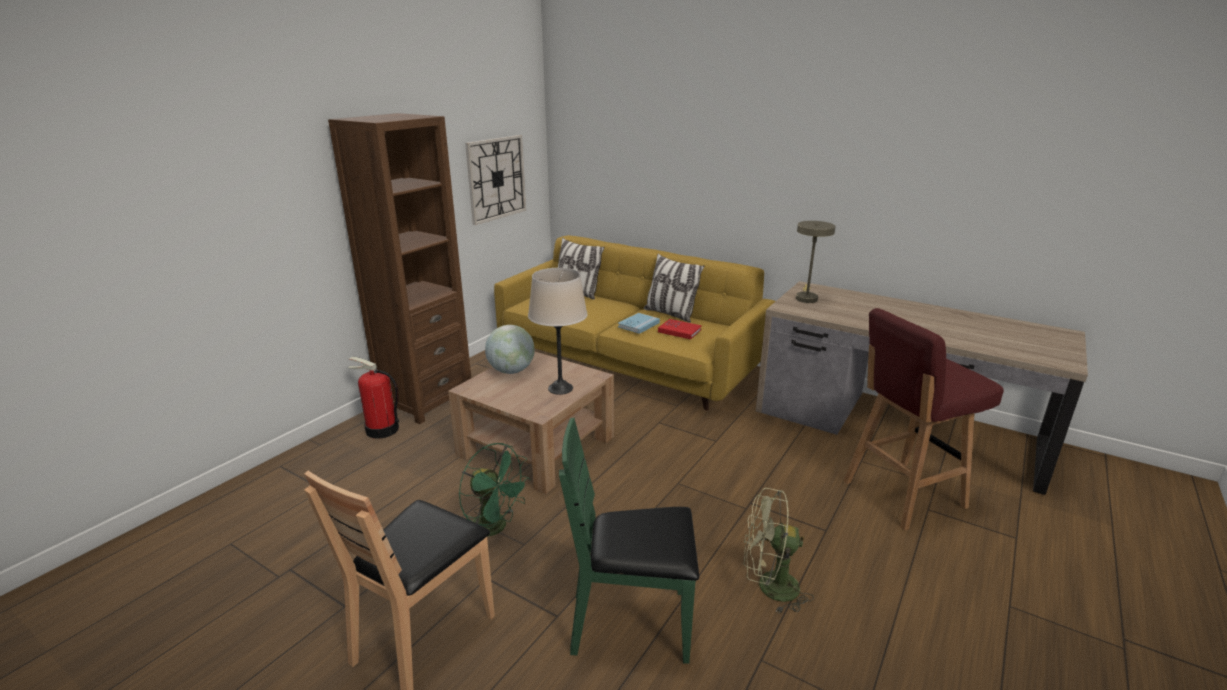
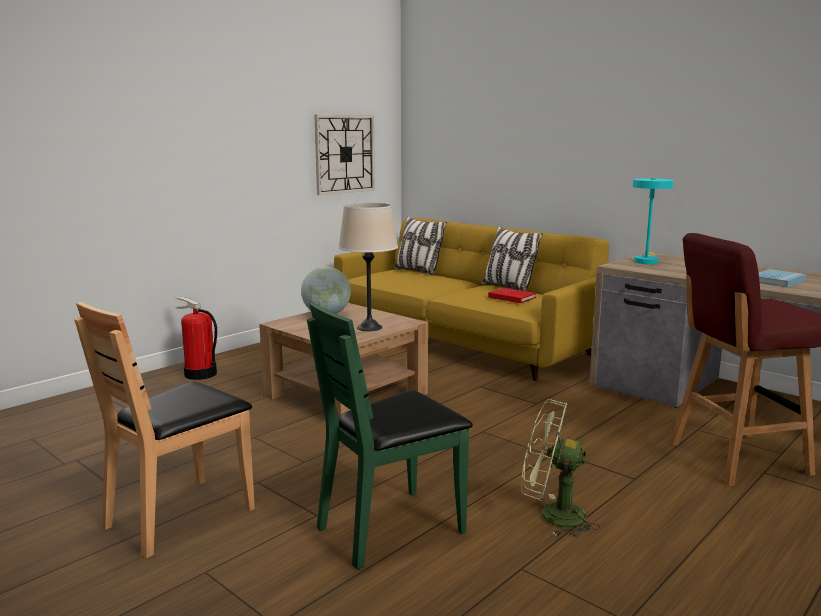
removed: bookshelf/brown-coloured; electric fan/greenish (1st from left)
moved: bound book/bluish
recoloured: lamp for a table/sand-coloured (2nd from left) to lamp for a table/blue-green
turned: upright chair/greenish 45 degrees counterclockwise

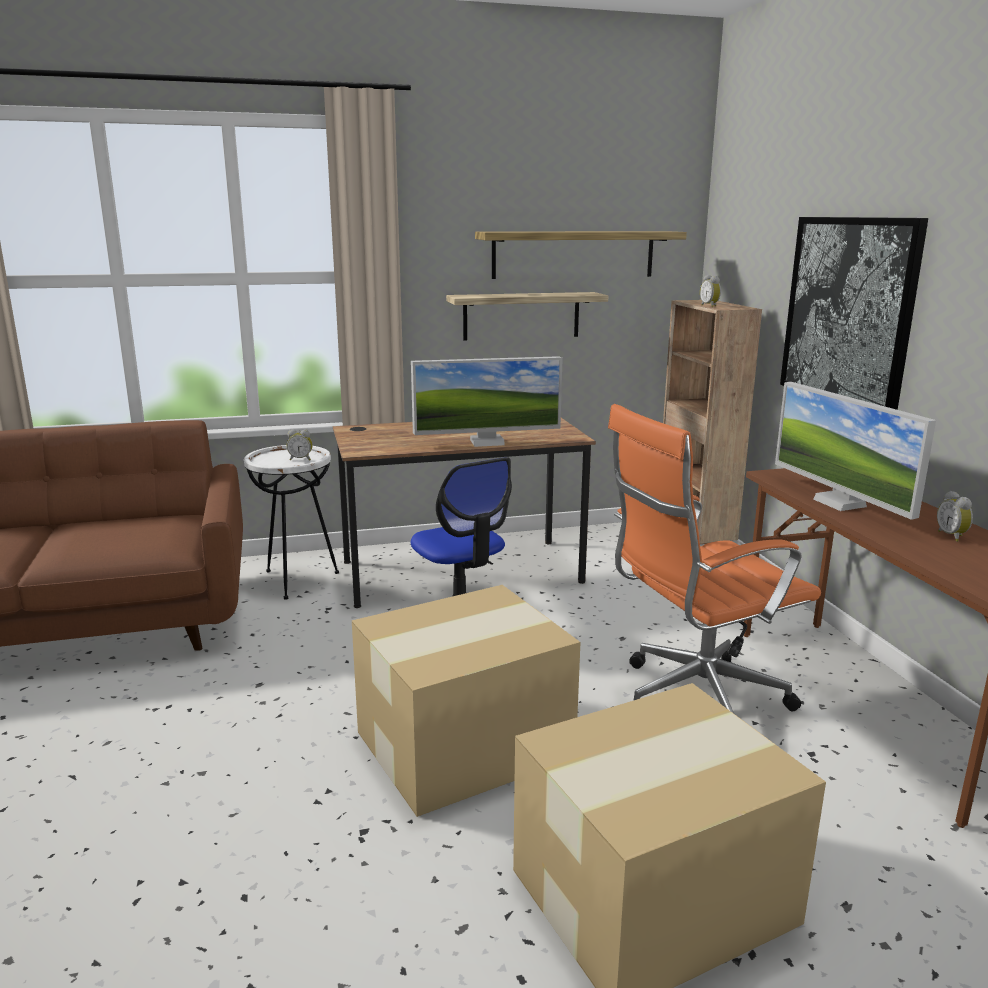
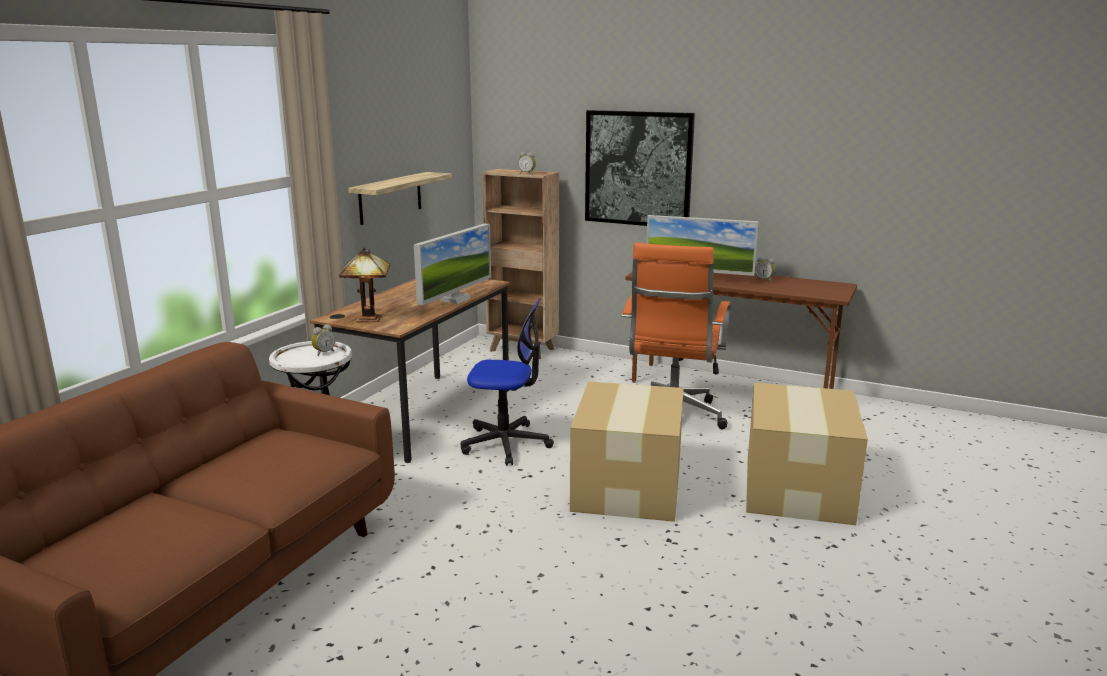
removed: shelf (2nd from left)
added: lamp for a table

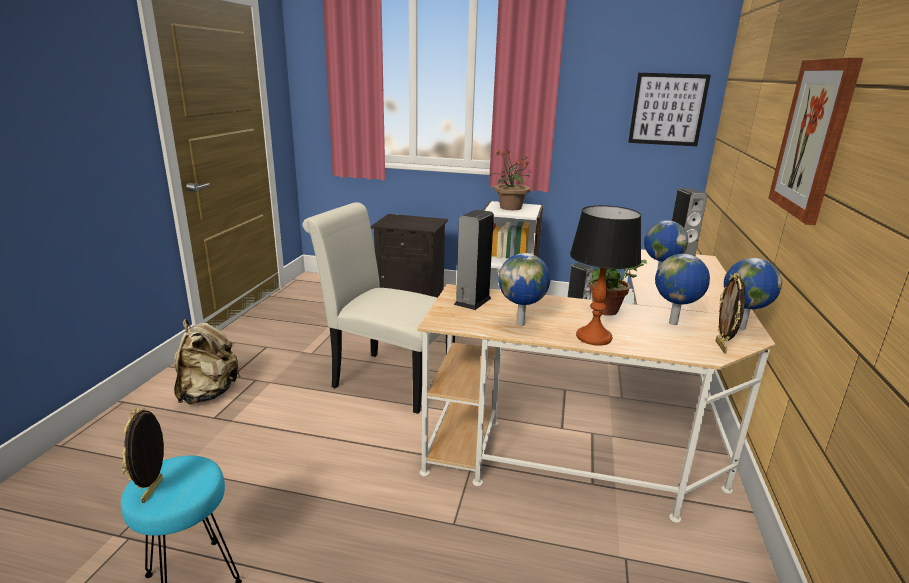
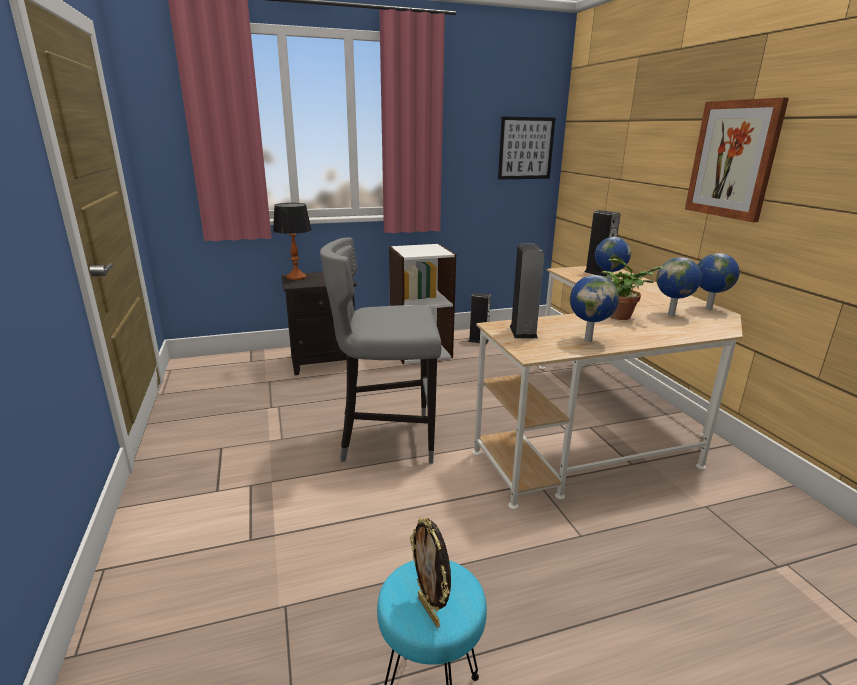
removed: rucksack/sand-coloured; plant in a pot (1st from left); picture frame (2nd from left)
moved: lamp for a table
replaced: upright chair/whitish to stool/greyish

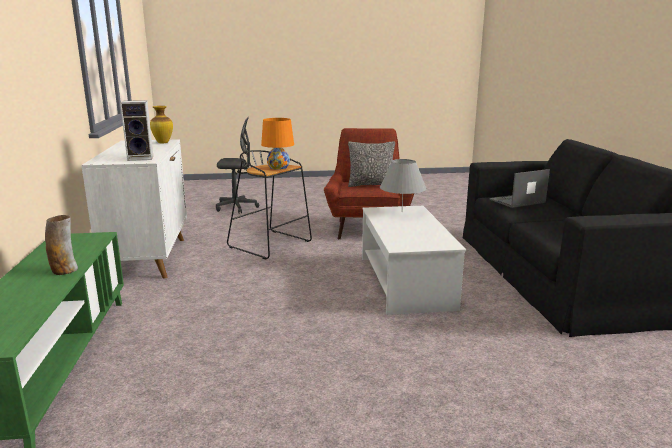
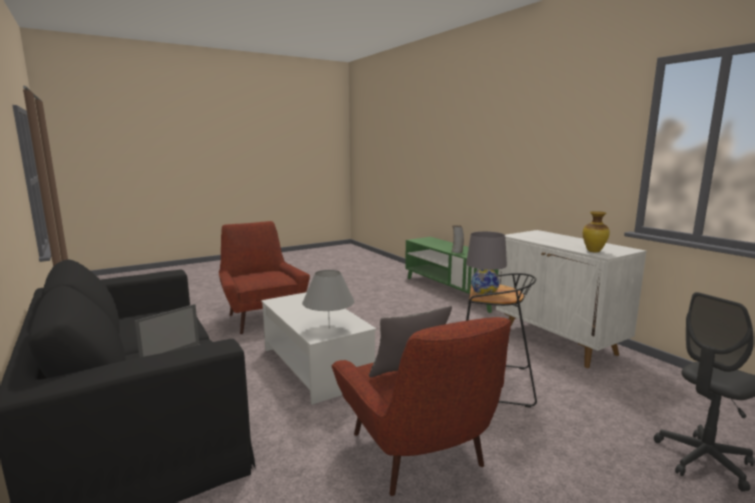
removed: audio speaker
added: easy chair/red-coloured (1st from left)
recoloured: lamp for a table/orange to lamp for a table/greyish (2nd from left)

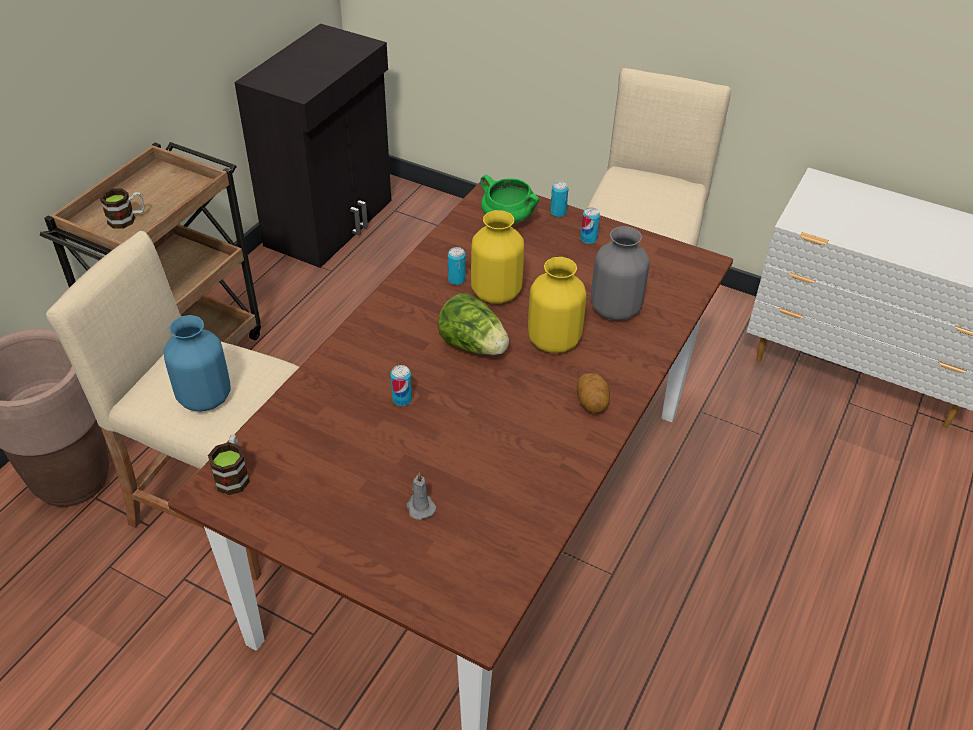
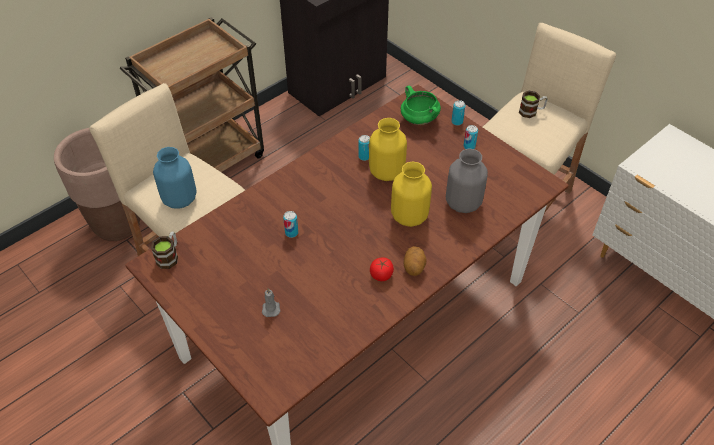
removed: lettuce
added: tomato
moved: tea mug (1st from left in the first image) to tea mug (2nd from left)

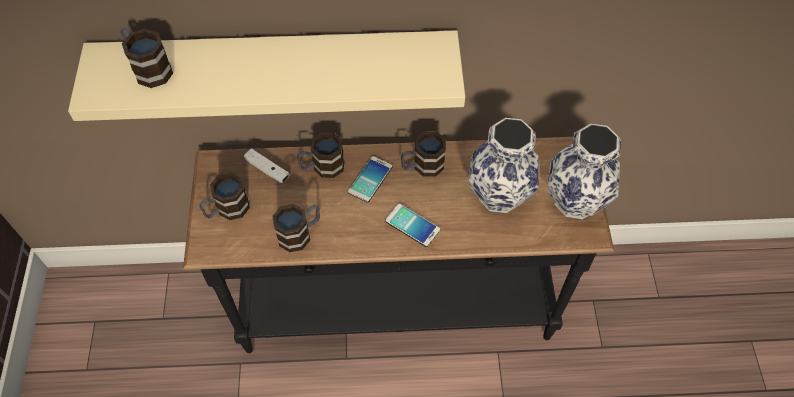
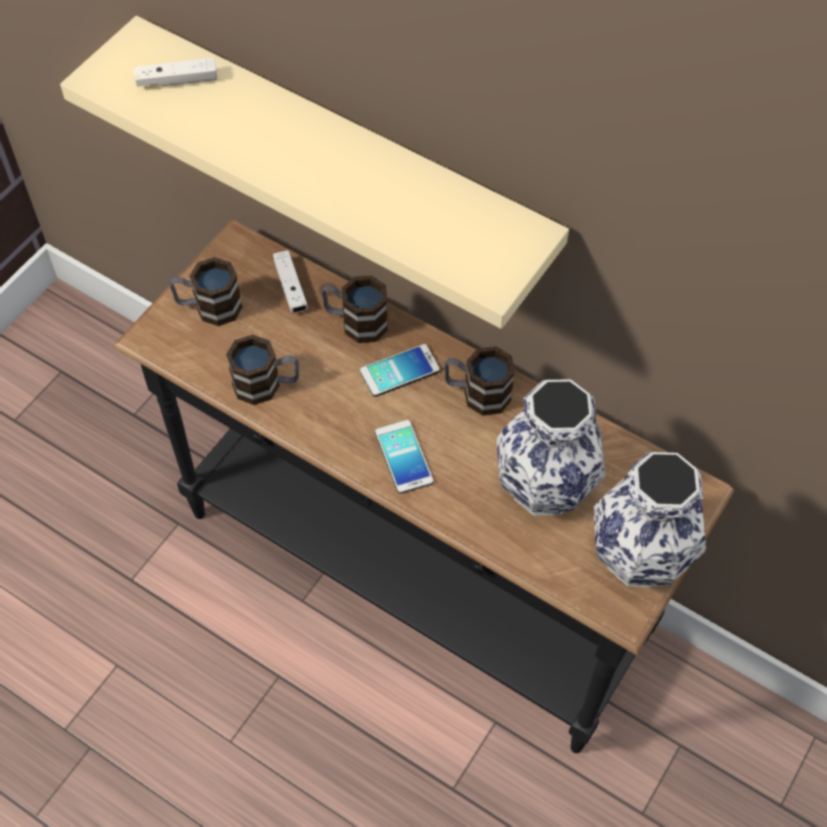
replaced: tea mug (1st from left) to game controller/whitish (1st from left)

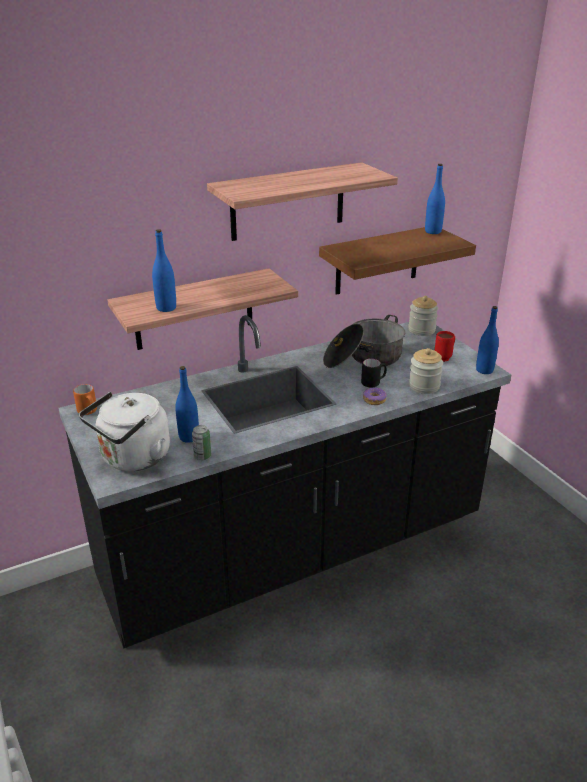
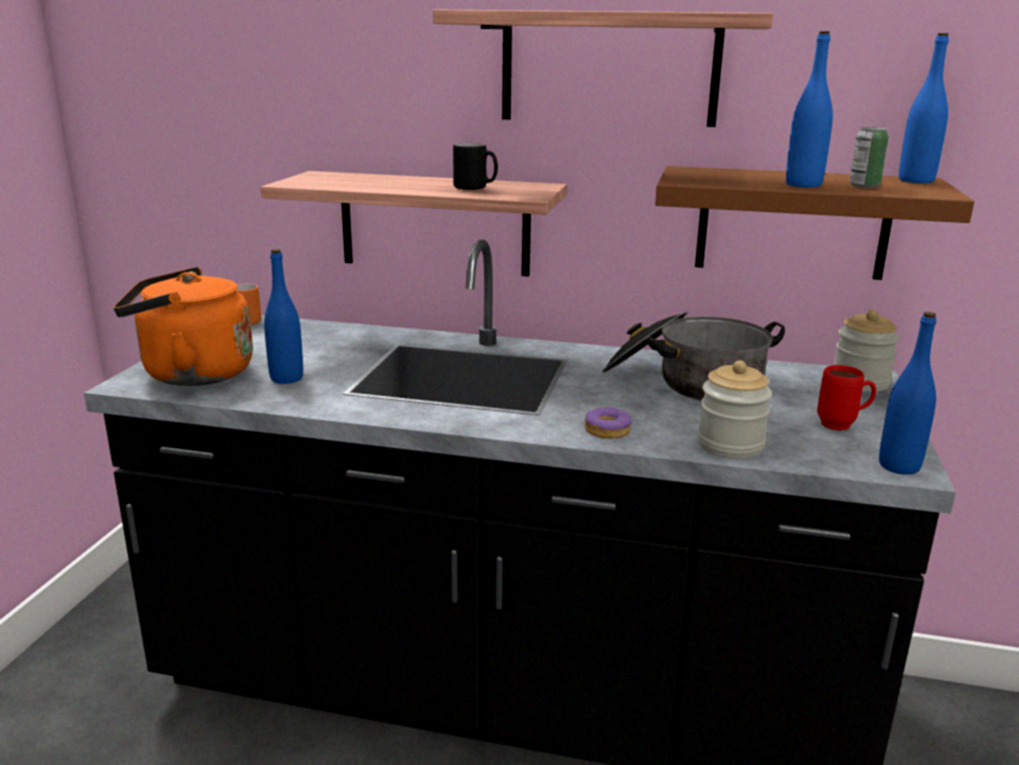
moved: tea mug/black-coloured; bottle/bluish (1st from left in the first image) to bottle/bluish (2nd from left); metal can
recoloured: tea kettle/whitish to tea kettle/orange

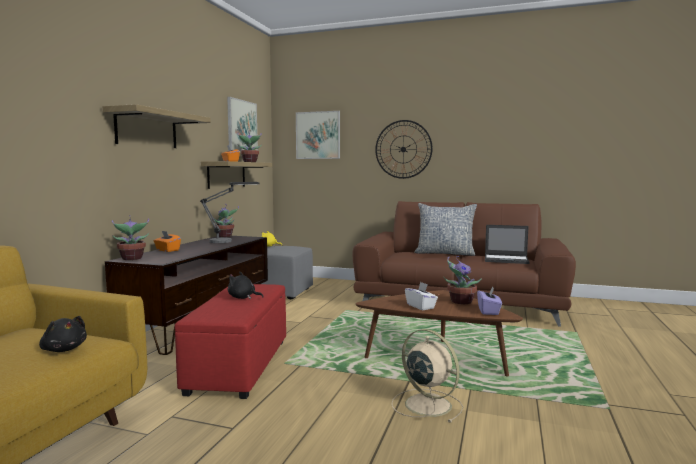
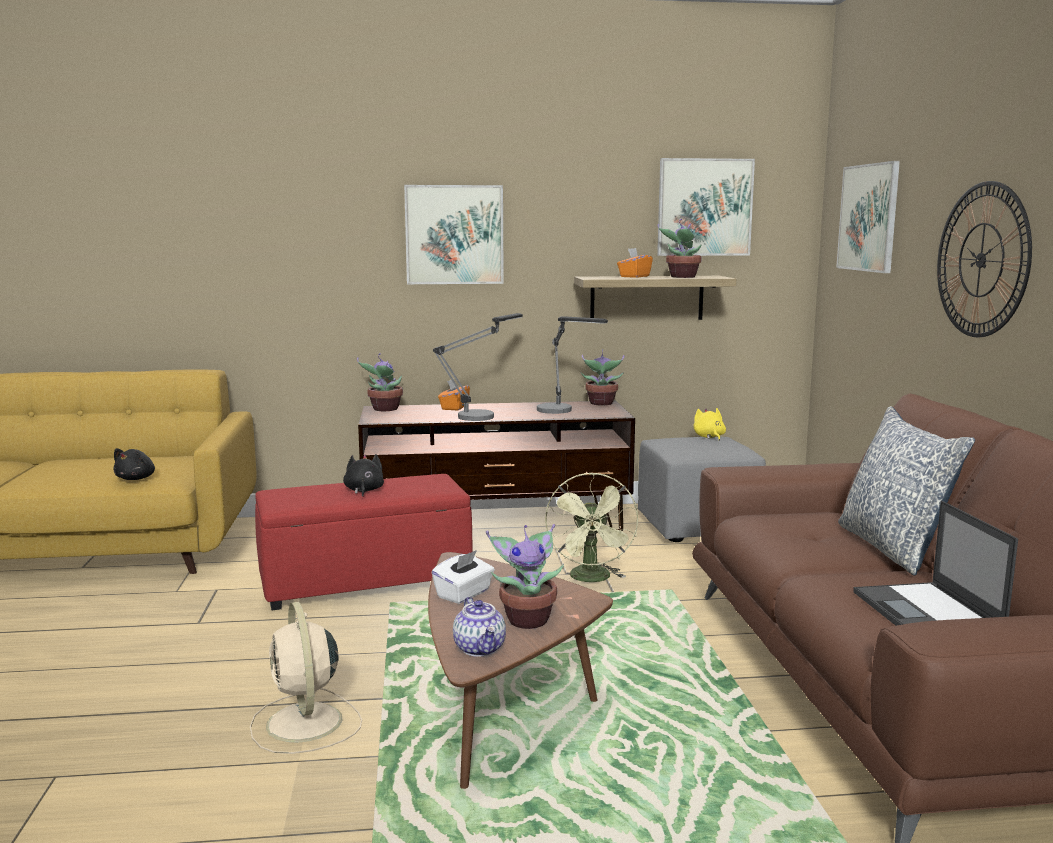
added: lamp for a table (1st from left); electric fan/greenish
replaced: shelf (1st from left) to picture (1st from left); tissue holder/purple-coloured to pot for tea
turned: electric fan/sand-coloured 135 degrees clockwise

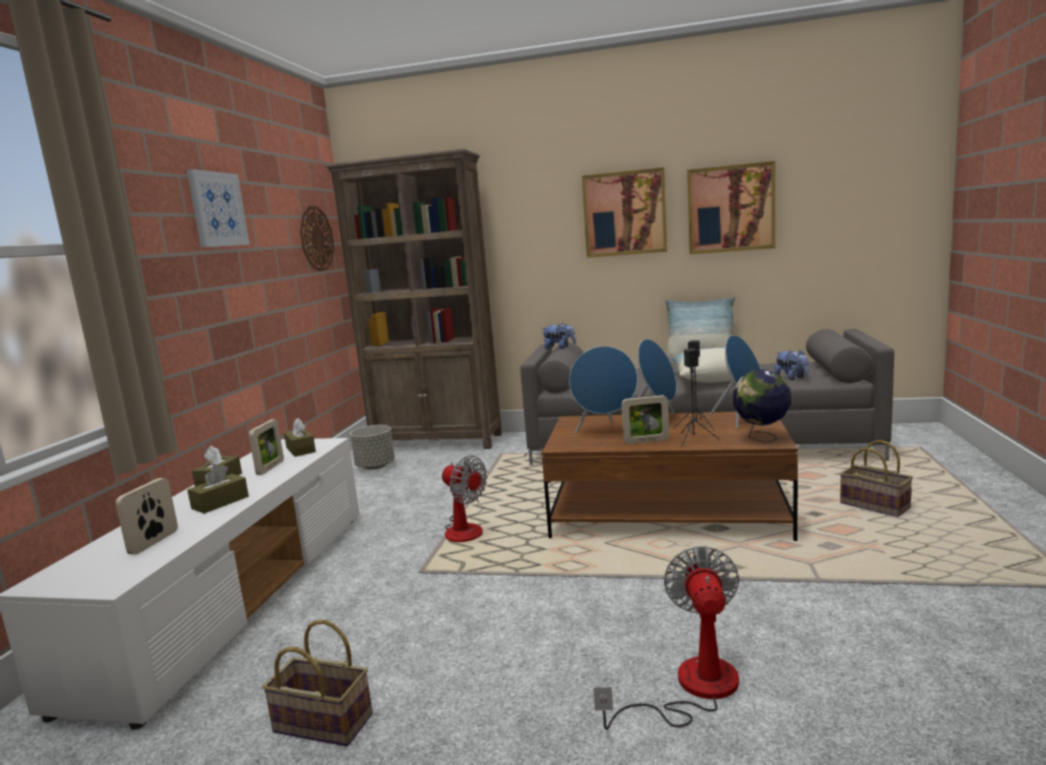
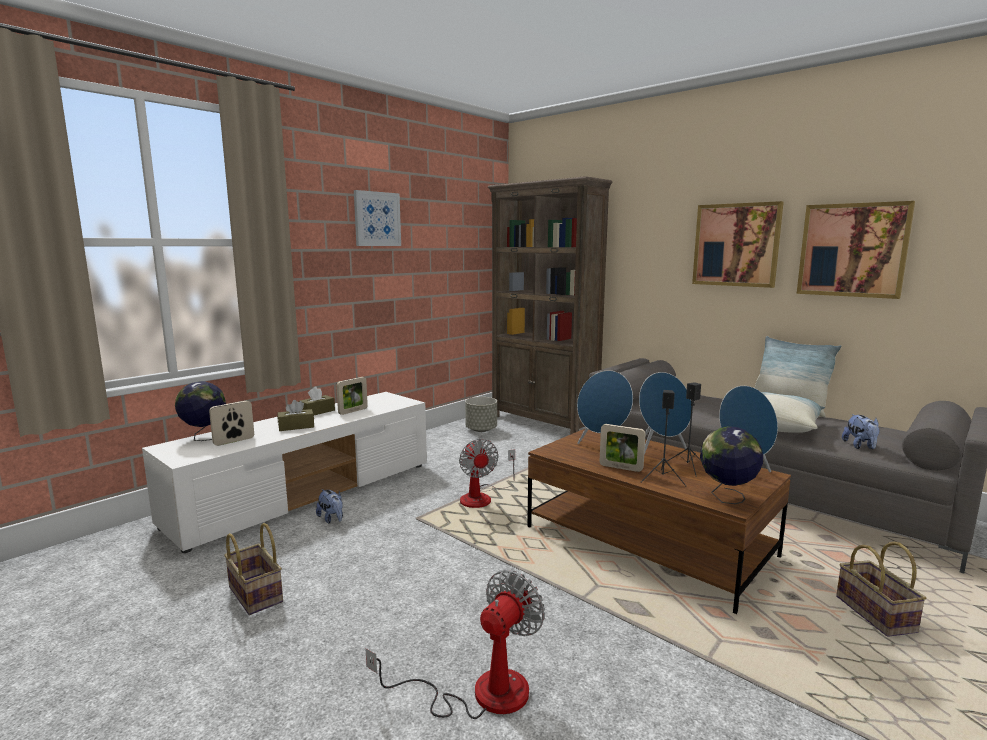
removed: tissue holder/brown-coloured (3rd from left); clock on the wall
added: world globe (1st from left)
moved: soft toy (1st from left)

